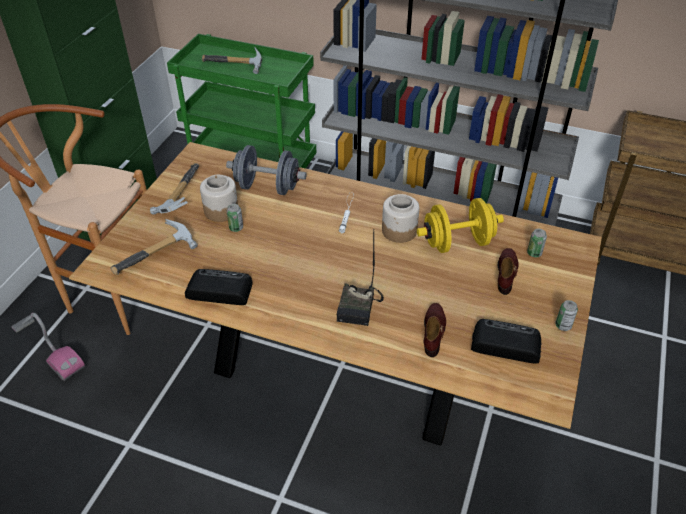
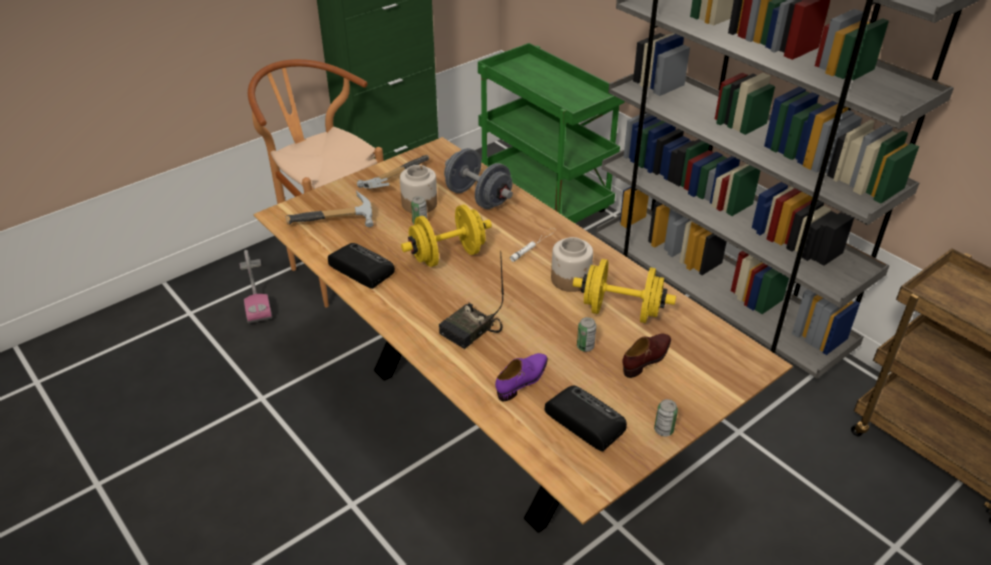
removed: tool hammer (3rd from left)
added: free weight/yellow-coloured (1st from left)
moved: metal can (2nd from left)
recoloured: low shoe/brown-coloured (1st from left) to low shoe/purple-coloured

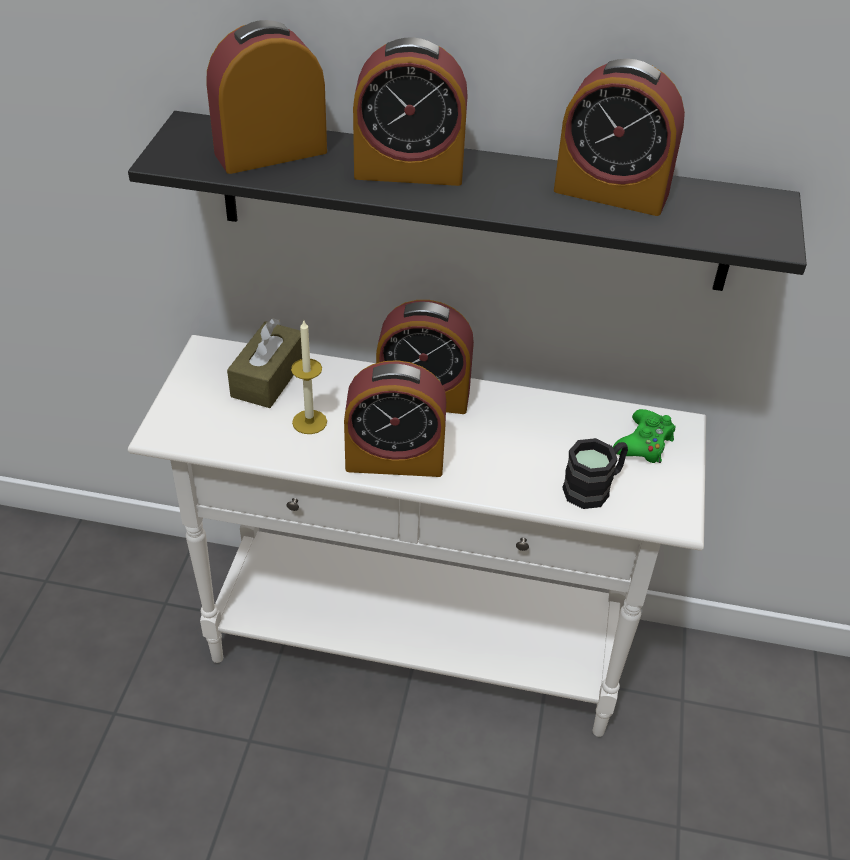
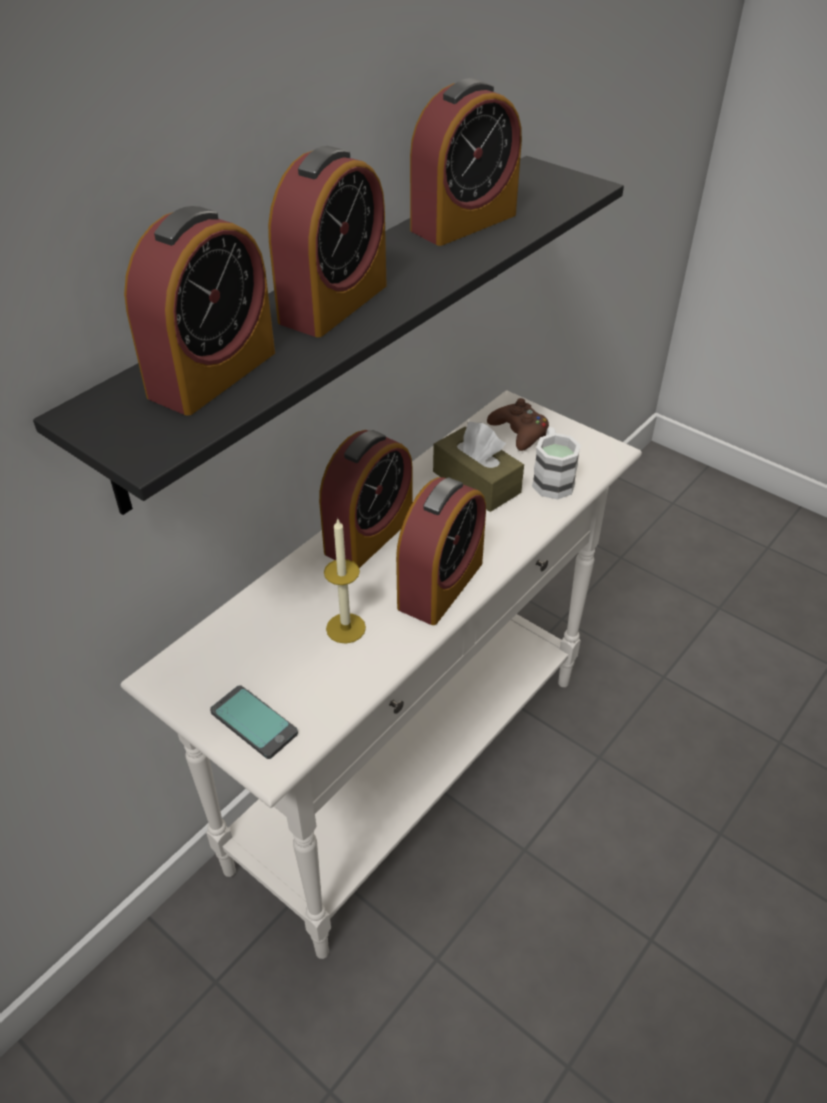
added: handset
moved: tissue holder/brown-coloured
recoloured: game controller/greenish to game controller/brown-coloured; tea mug/black-coloured to tea mug/whitish
turned: table clock (1st from left) 150 degrees counterclockwise

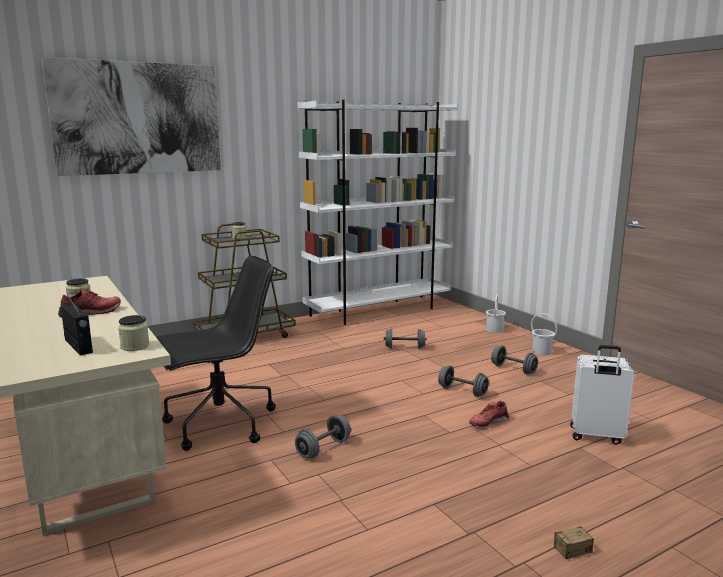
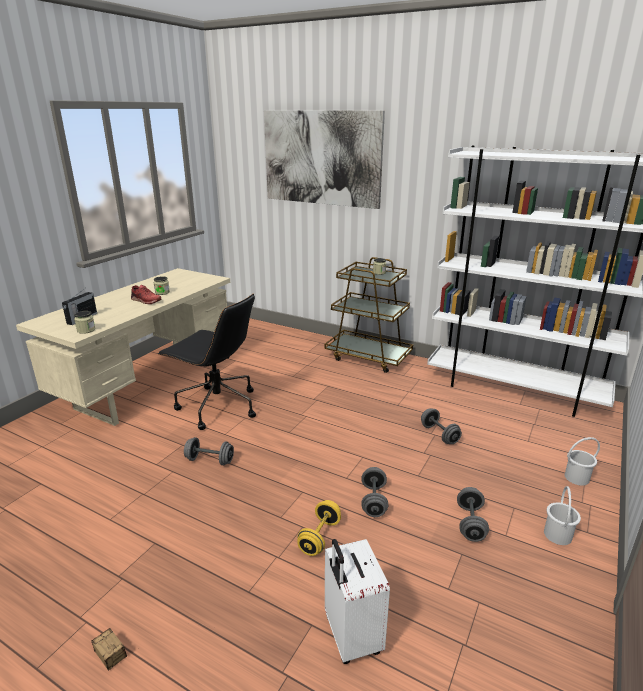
replaced: low shoe/red-coloured (2nd from left) to free weight/yellow-coloured

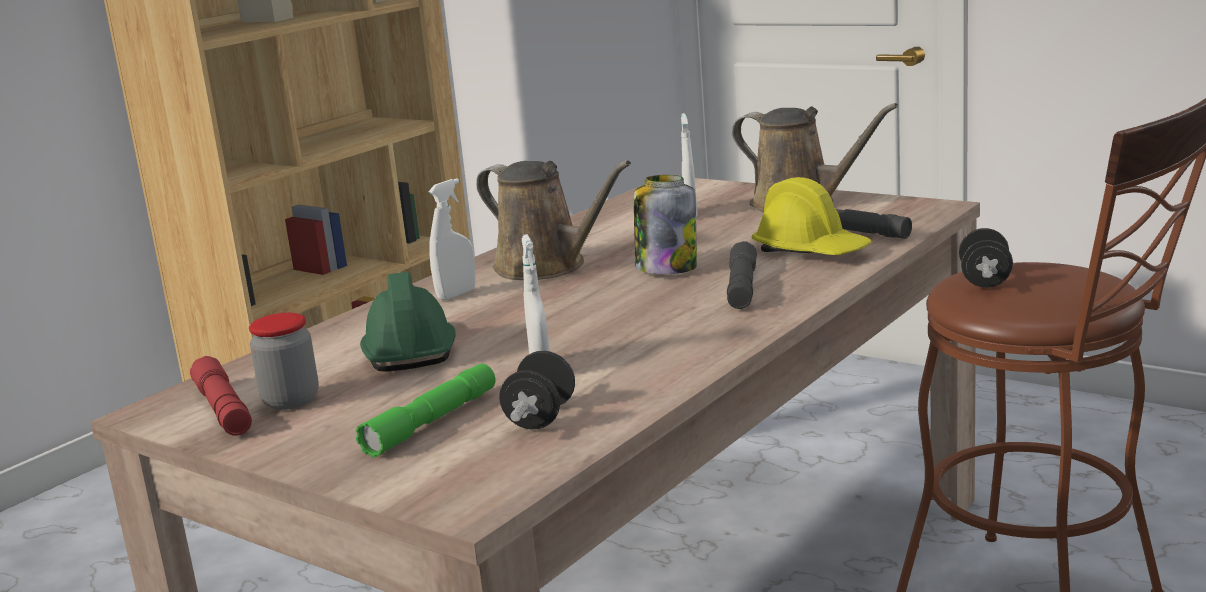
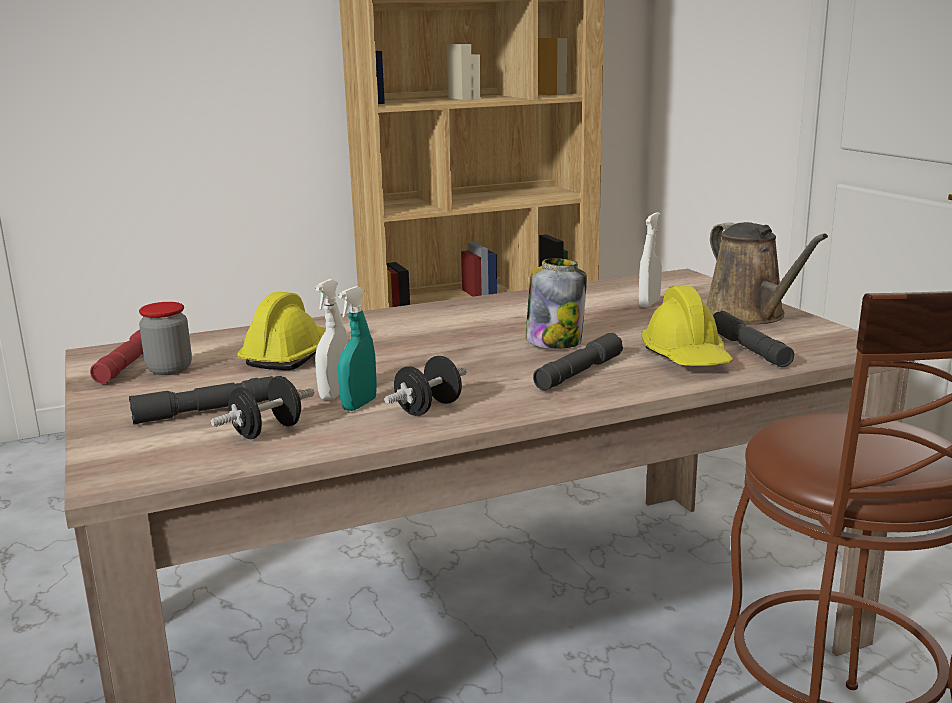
removed: spray bottle/whitish (1st from left); watering can/brown-coloured (1st from left)
added: spray bottle/blue-green
moved: free weight/black-coloured (2nd from left)
recoloured: flashlight/greenish to flashlight/greyish (1st from left); hard hat/greenish to hard hat/yellow-coloured (1st from left)

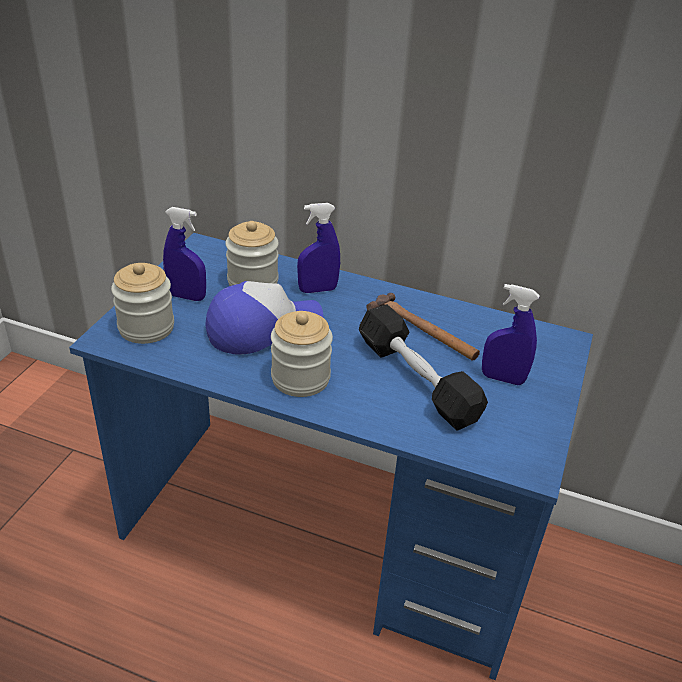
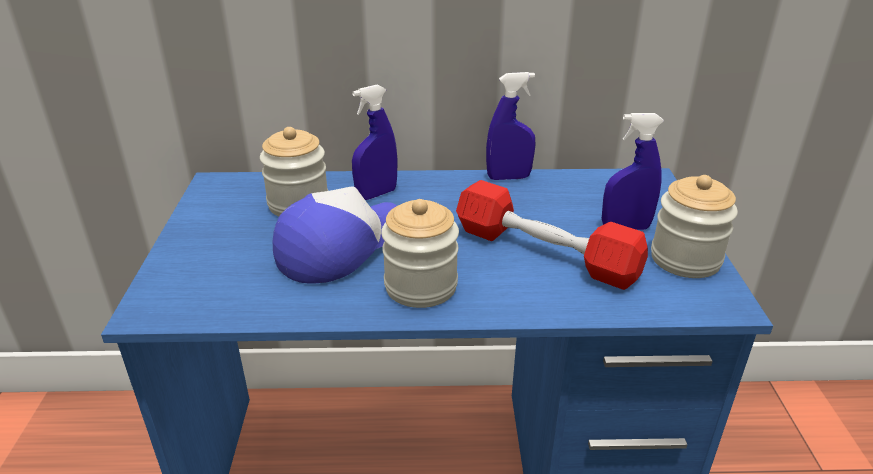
removed: tool hammer
moved: spray bottle/bluish (1st from left in the first image) to spray bottle/bluish (2nd from left); storage jar (1st from left in the first image) to storage jar (3rd from left)
recoloured: free weight/black-coloured to free weight/red-coloured

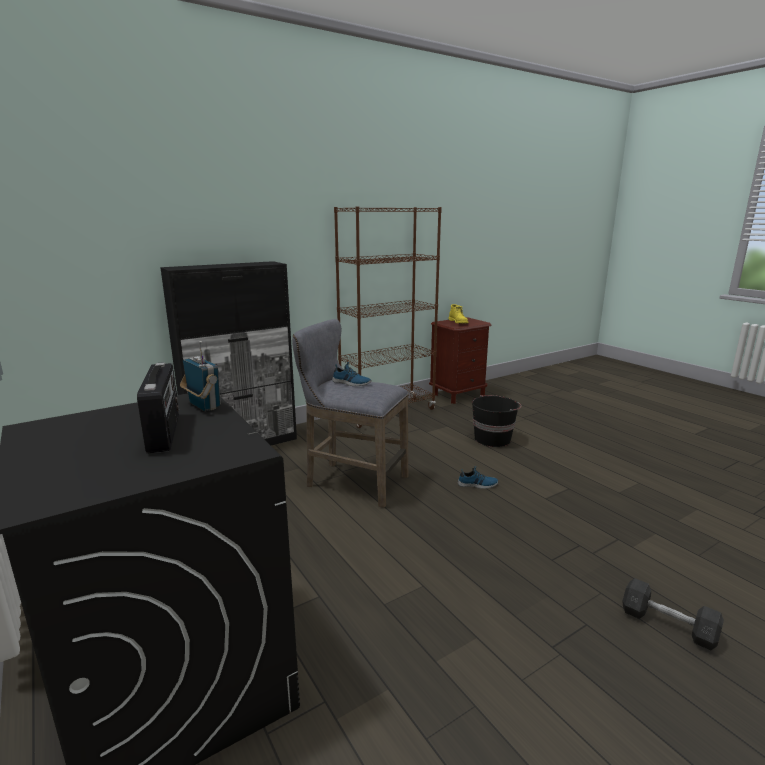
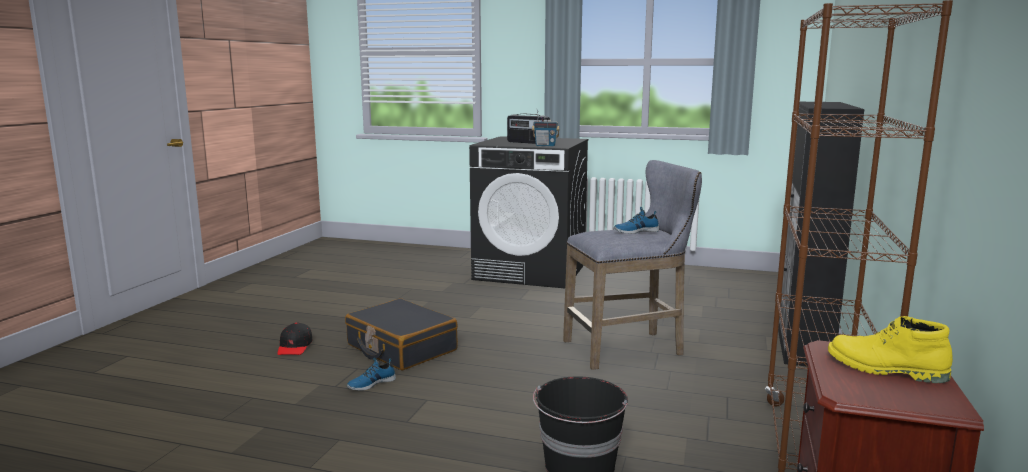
added: piece of luggage/black-coloured
moved: low shoe (2nd from left in the first image) to low shoe (1st from left)
replaced: free weight/greyish to cap/black-coloured

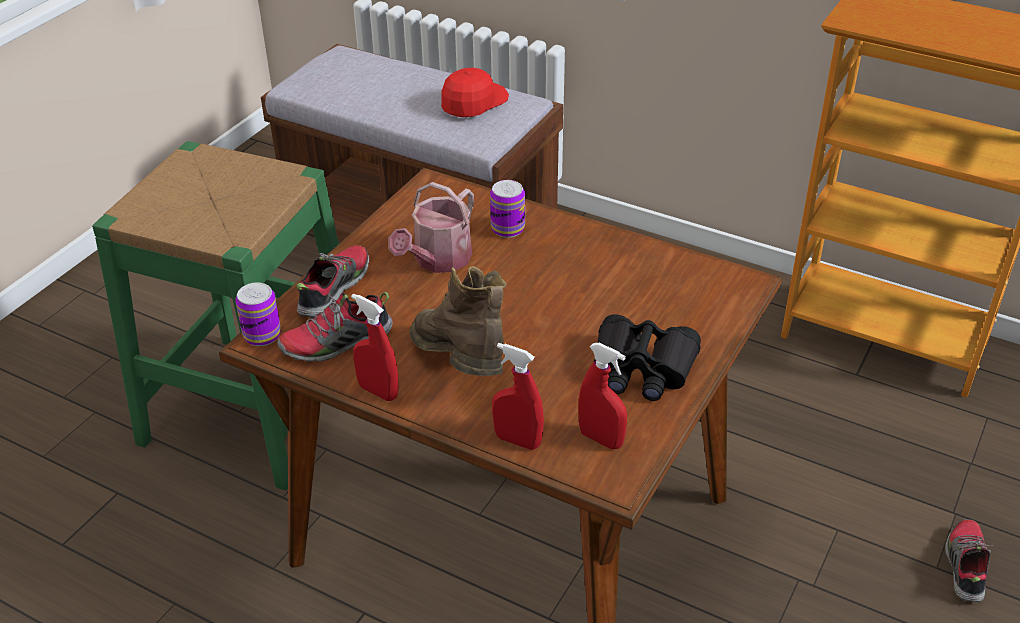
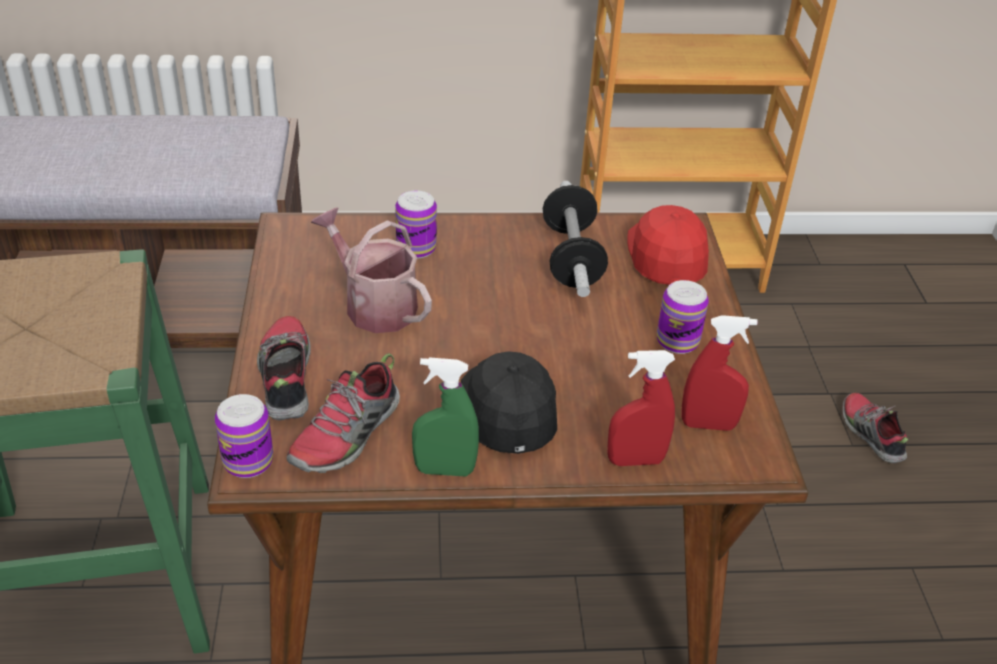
added: free weight
moved: cap/red-coloured
replaced: boot/brown-coloured to cap/black-coloured; binoculars/black-coloured to metal can (3rd from left)
recoloured: spray bottle/red-coloured (1st from left) to spray bottle/greenish
turned: watering can 135 degrees clockwise

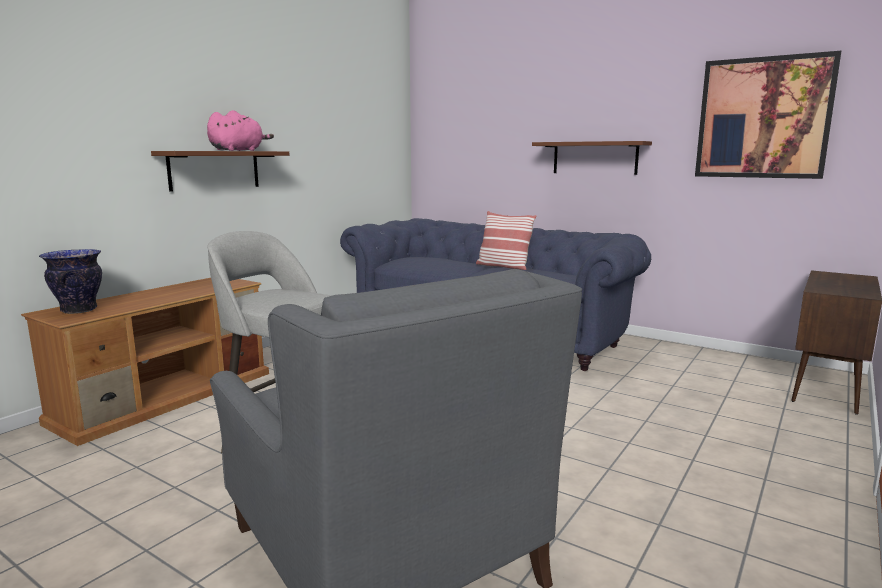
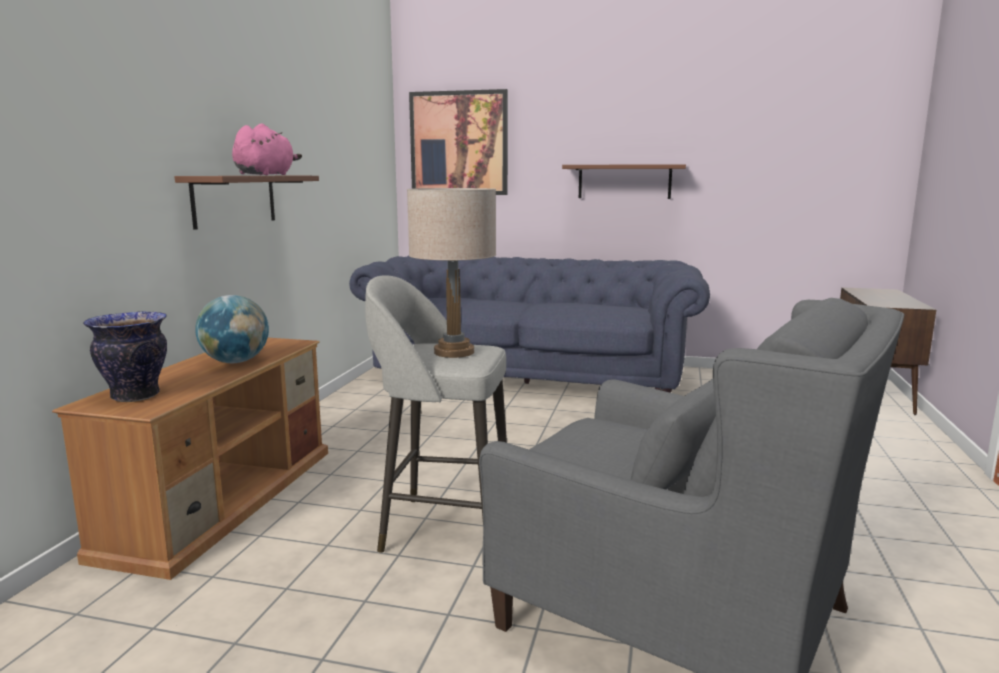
removed: cushion
added: world globe; lamp for a table/sand-coloured
moved: picture

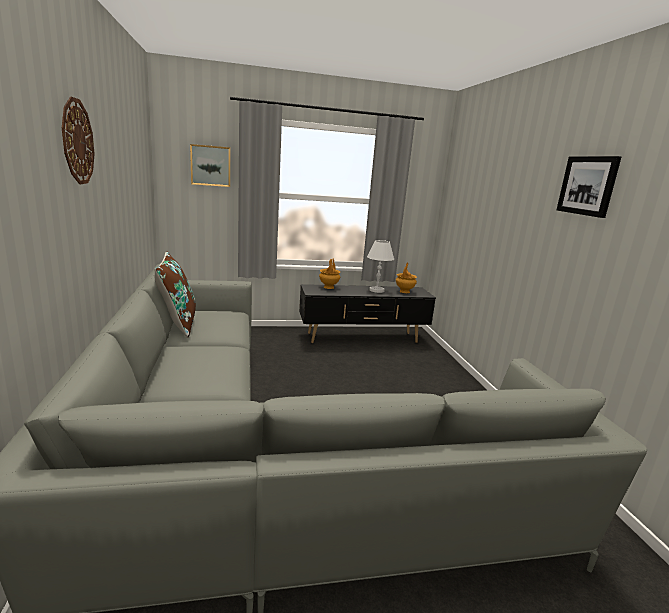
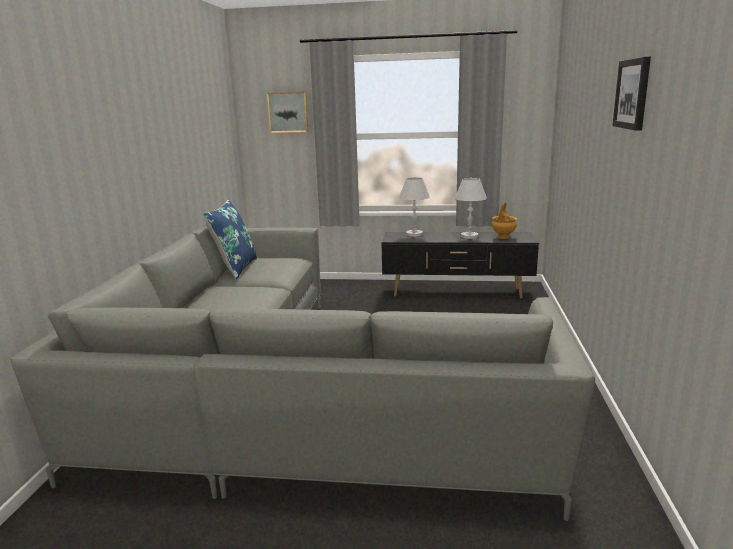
removed: clock on the wall
replaced: flower vase/brown-coloured (1st from left) to lamp for a table/whitish (1st from left)
recoloured: cushion/brown-coloured to cushion/bluish

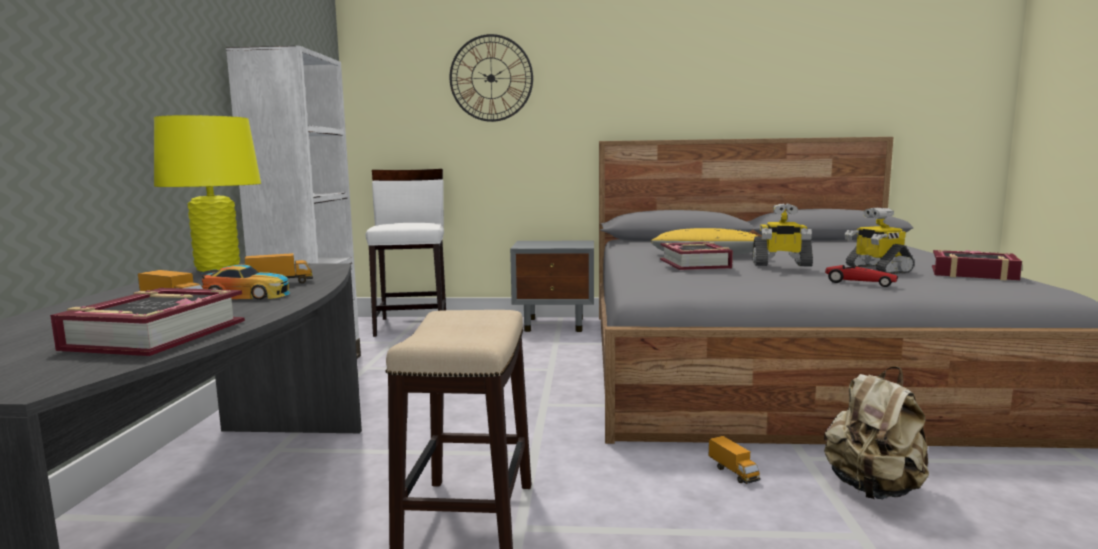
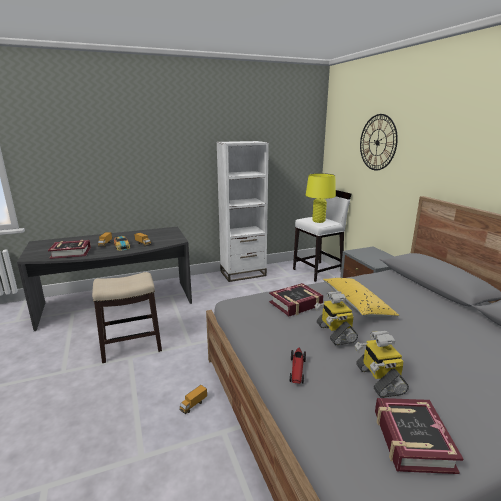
removed: rucksack/sand-coloured
moved: lamp for a table/yellow-coloured
turned: model robot (2nd from left) 60 degrees counterclockwise

